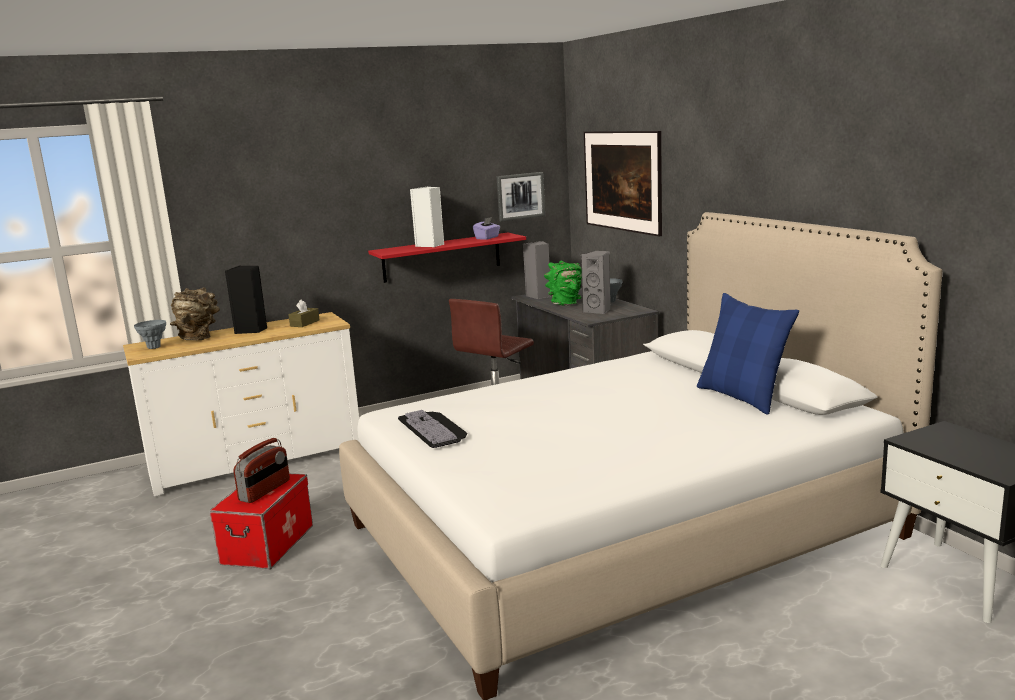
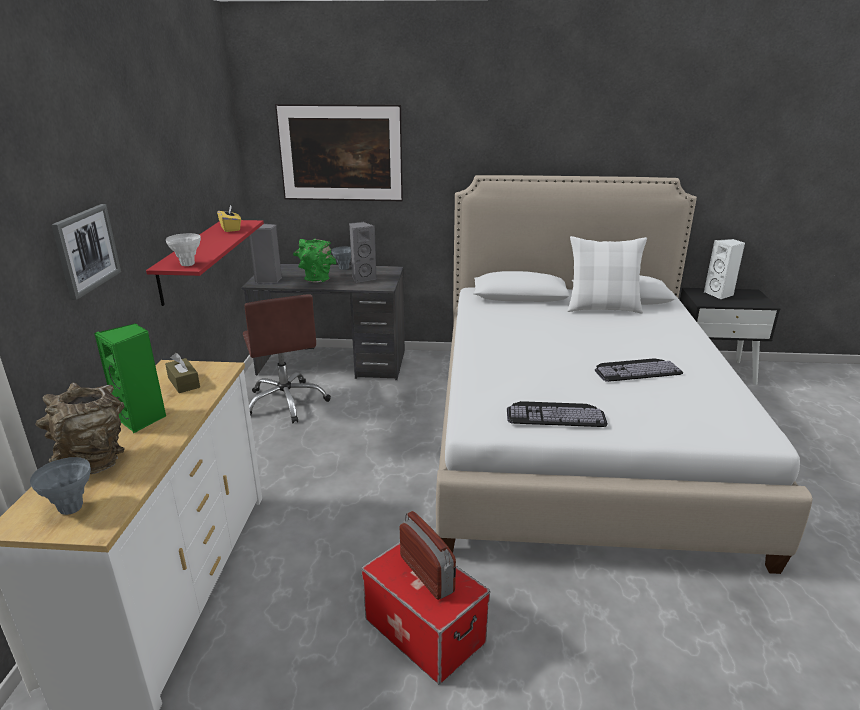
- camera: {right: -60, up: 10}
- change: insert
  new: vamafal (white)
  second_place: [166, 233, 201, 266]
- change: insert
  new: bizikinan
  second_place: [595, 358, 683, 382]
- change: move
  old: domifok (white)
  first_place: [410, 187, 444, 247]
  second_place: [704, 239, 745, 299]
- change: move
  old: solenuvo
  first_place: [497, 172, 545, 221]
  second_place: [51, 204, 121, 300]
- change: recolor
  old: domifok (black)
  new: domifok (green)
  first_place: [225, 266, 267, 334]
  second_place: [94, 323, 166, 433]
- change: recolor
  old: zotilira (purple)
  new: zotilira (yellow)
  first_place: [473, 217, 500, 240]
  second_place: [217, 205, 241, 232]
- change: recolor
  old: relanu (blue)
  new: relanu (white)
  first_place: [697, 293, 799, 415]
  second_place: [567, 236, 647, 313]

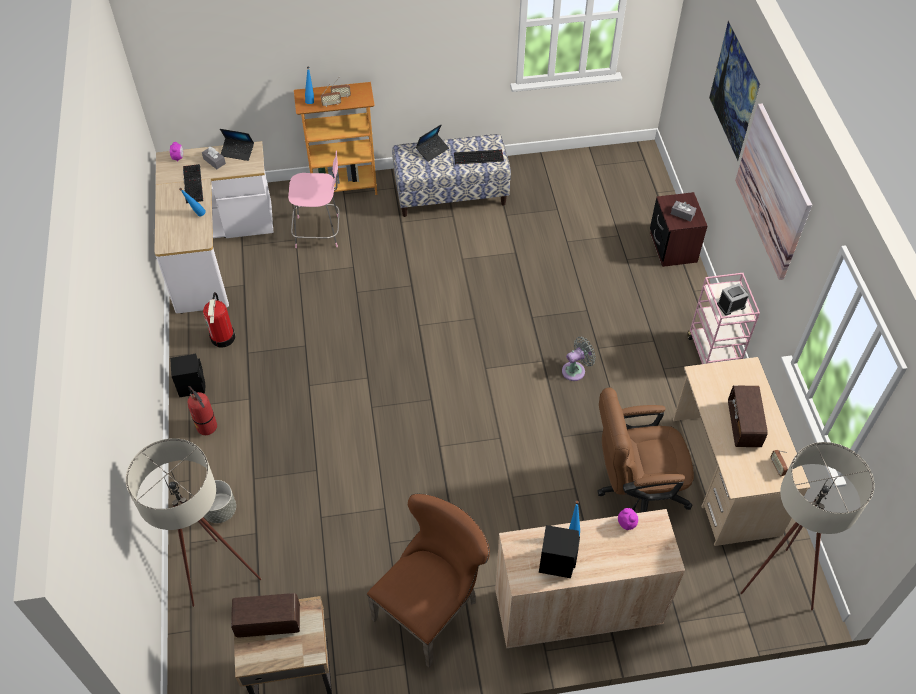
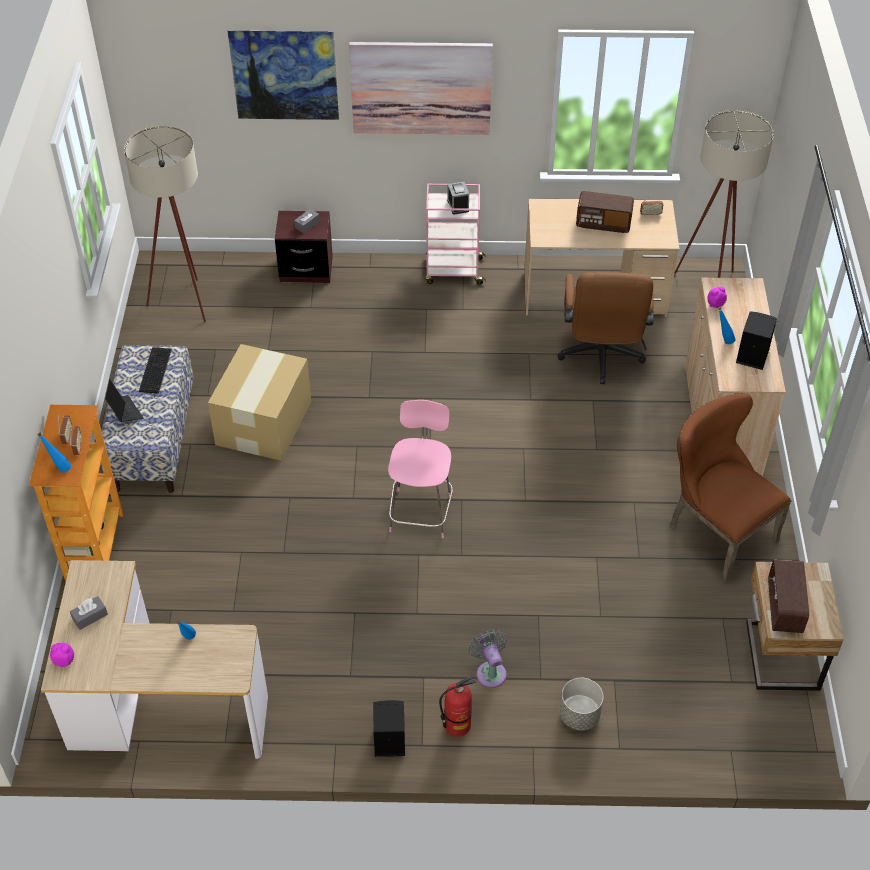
- camera: {right: -80, up: -5}
- change: delete
  old: bizikinan
  first_place: [183, 164, 203, 204]
- change: delete
  old: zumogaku
  first_place: [203, 292, 235, 348]
- change: delete
  old: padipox
  first_place: [220, 129, 254, 161]
- change: insert
  new: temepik
  second_place: [208, 344, 311, 461]
- change: move
  old: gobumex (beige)
  first_place: [126, 438, 261, 607]
  second_place: [124, 126, 206, 322]
- change: move
  old: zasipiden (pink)
  first_place: [288, 151, 340, 248]
  second_place: [388, 400, 453, 538]
- change: move
  old: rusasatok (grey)
  first_place: [562, 337, 596, 381]
  second_place: [468, 630, 508, 688]

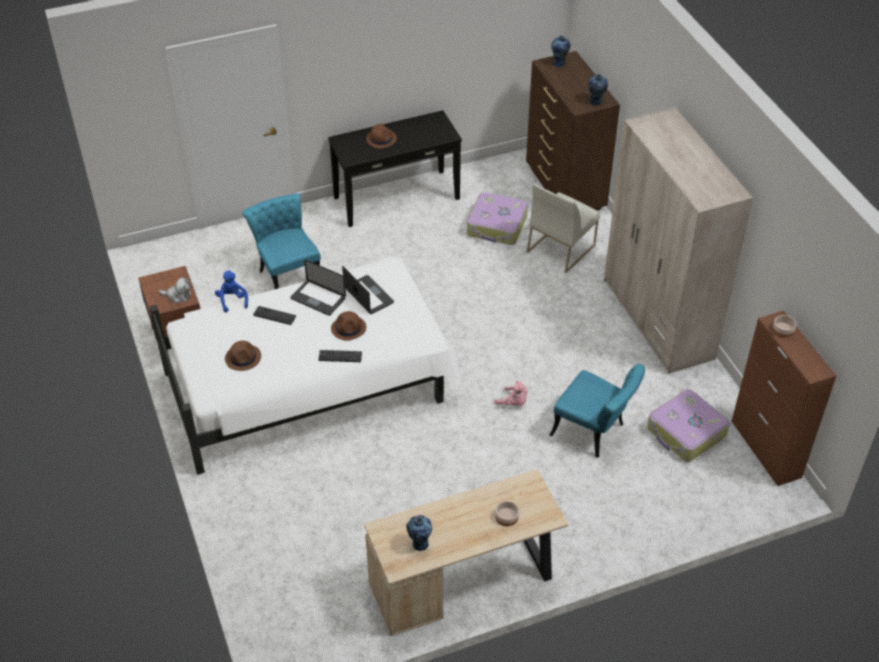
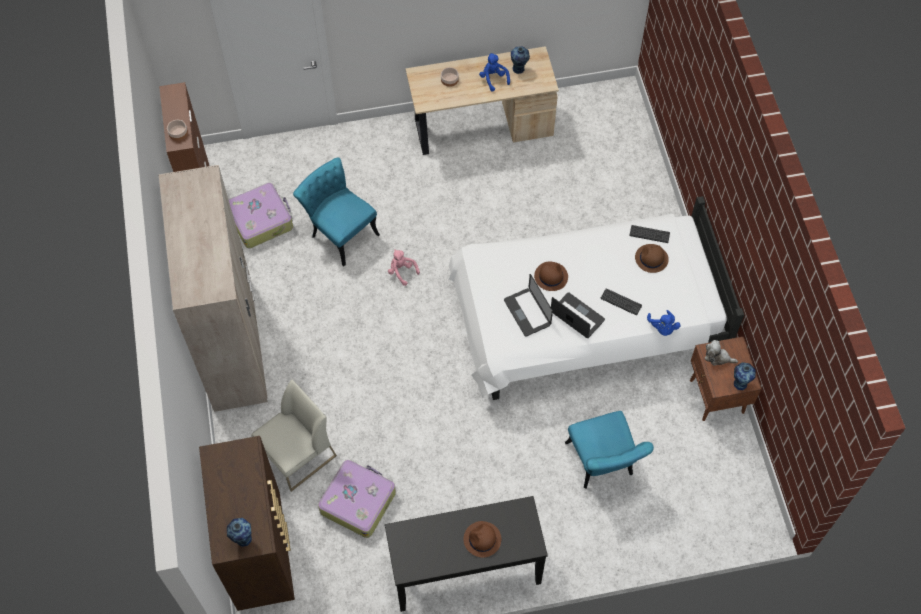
- camera: {right: -170, up: 15}
- change: insert
  new: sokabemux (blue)
  second_place: [479, 53, 510, 92]
- change: move
  old: bizikinan
  first_place: [318, 350, 362, 362]
  second_place: [629, 225, 670, 243]
- change: move
  old: vamafal
  first_place: [588, 74, 608, 106]
  second_place: [734, 362, 756, 390]

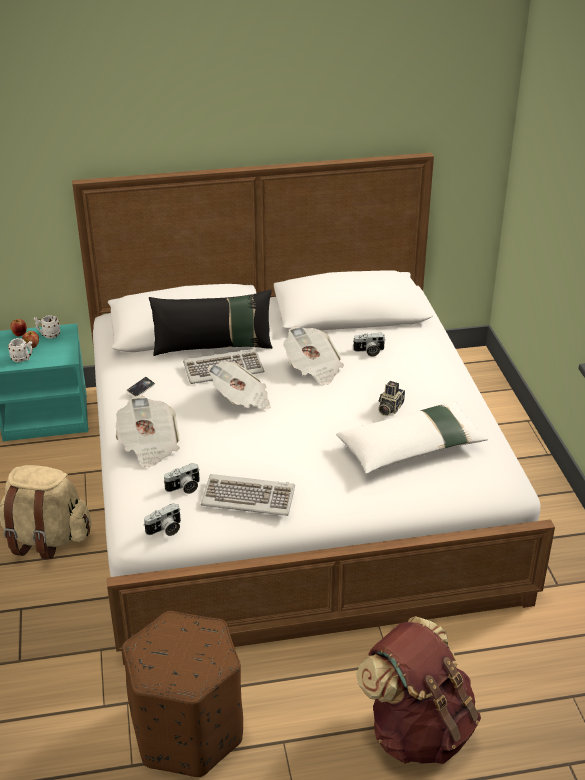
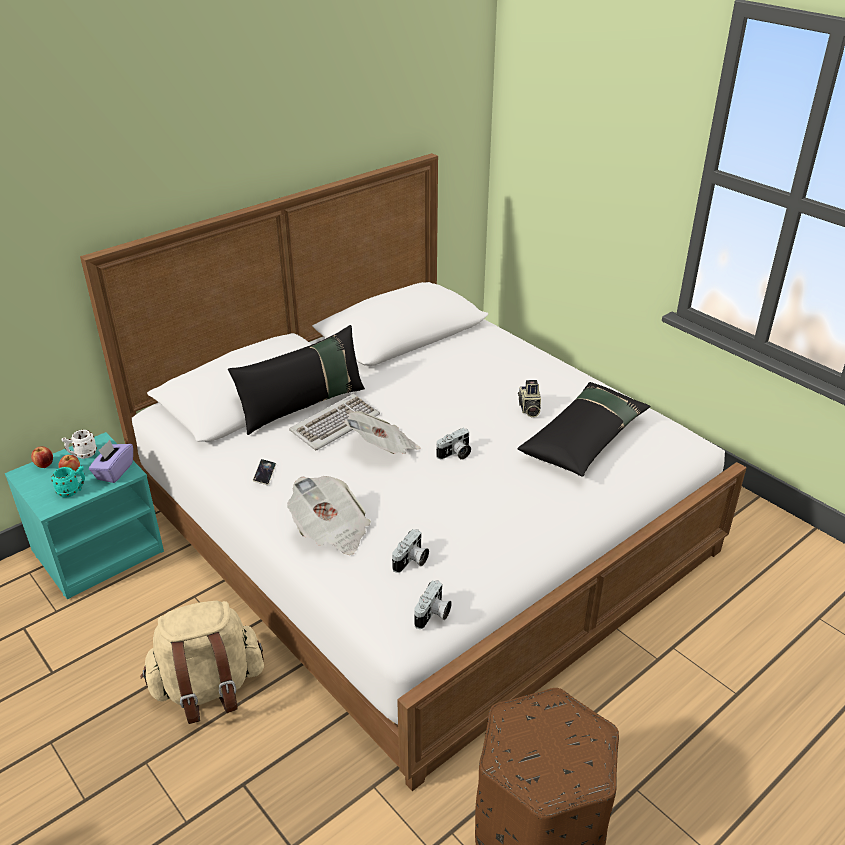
- camera: {right: -30, up: 0}
- change: delete
  old: bizikinan
  first_place: [201, 474, 295, 516]
- change: delete
  old: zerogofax
  first_place: [283, 326, 344, 385]
- change: delete
  old: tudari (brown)
  first_place: [356, 616, 481, 764]
- change: insert
  new: zotilira (purple)
  second_place: [89, 440, 133, 483]
- change: move
  old: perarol
  first_place: [352, 333, 386, 357]
  second_place: [436, 428, 471, 460]
- change: recolor
  old: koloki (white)
  new: koloki (turquoise)
  first_place: [8, 338, 33, 362]
  second_place: [52, 466, 85, 498]
- change: recolor
  old: relanu (white)
  new: relanu (black)
  first_place: [336, 402, 488, 474]
  second_place: [518, 382, 650, 477]

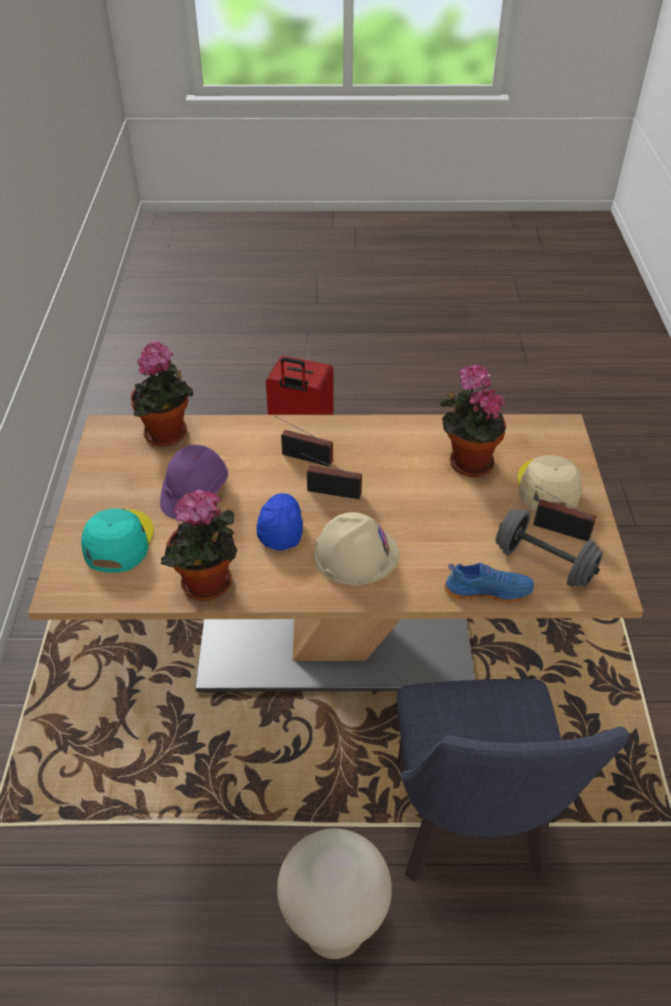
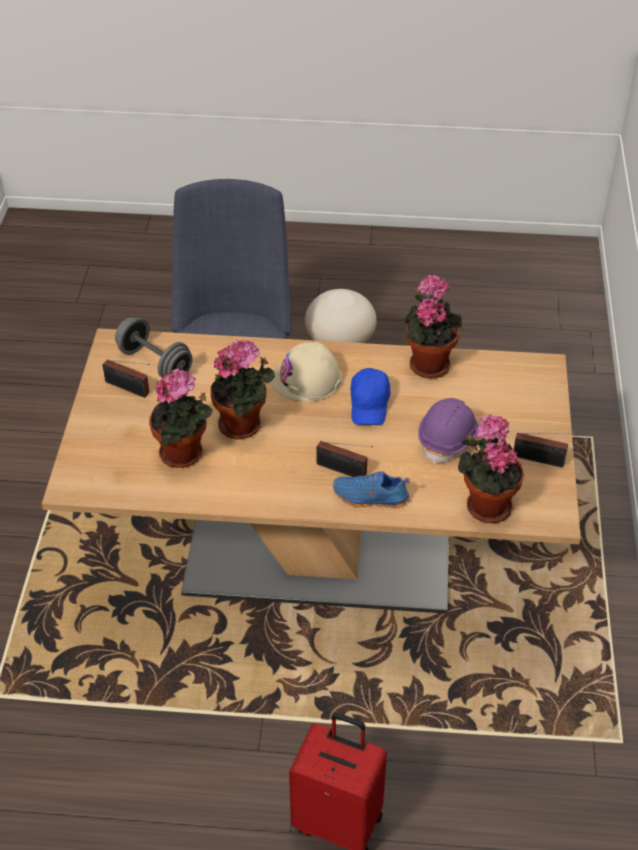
- camera: {right: -175, up: 0}
- change: delete
  old: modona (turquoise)
  first_place: [81, 508, 154, 572]
- change: delete
  old: modona (beige)
  first_place: [518, 455, 582, 511]
- change: insert
  new: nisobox
  second_place: [211, 340, 275, 440]
- change: move
  old: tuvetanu
  first_place: [300, 453, 362, 499]
  second_place: [513, 433, 577, 468]
- change: move
  old: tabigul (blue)
  first_place: [444, 563, 535, 603]
  second_place: [333, 471, 410, 508]

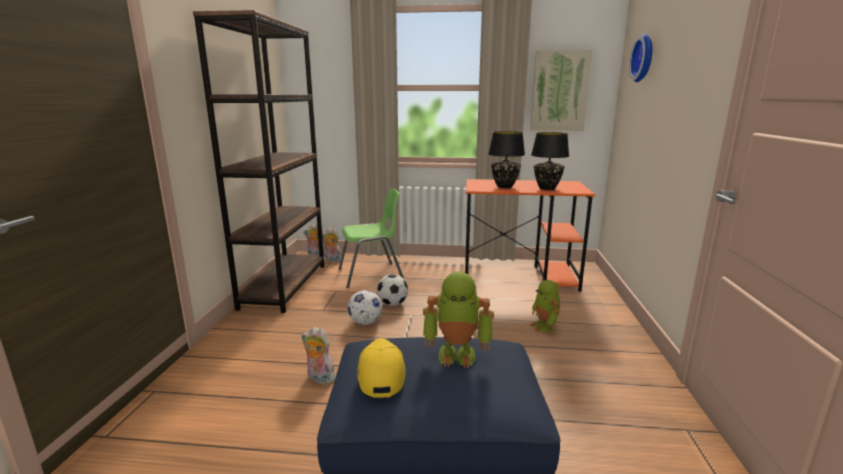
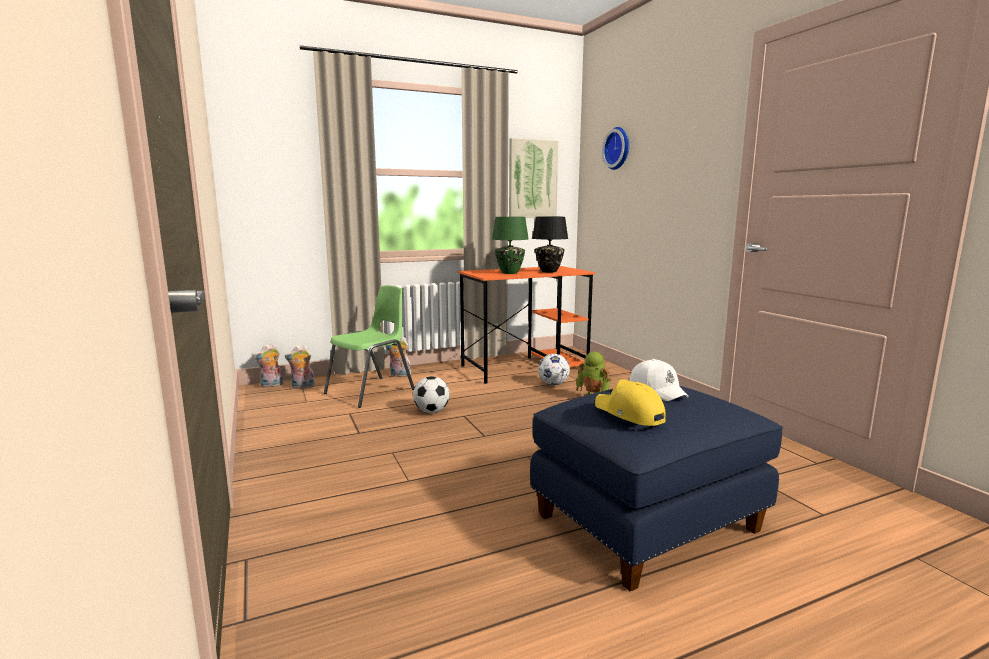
- camera: {right: -30, up: -5}
- change: delete
  old: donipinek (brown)
  first_place: [193, 10, 324, 313]
- change: move
  old: sokabemux
  first_place: [302, 327, 335, 384]
  second_place: [385, 336, 413, 377]
- change: move
  old: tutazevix
  first_place: [348, 290, 382, 325]
  second_place: [538, 354, 570, 385]
- change: replace
  old: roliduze
  new: modona (white)
  first_place: [423, 271, 494, 368]
  second_place: [629, 359, 689, 401]
- change: recolor
  old: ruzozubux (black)
  new: ruzozubux (green)
  first_place: [488, 131, 525, 188]
  second_place: [492, 217, 529, 274]

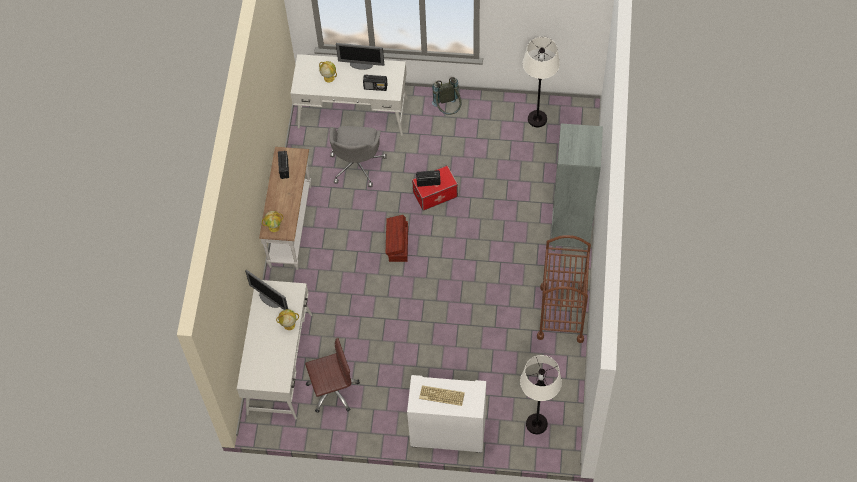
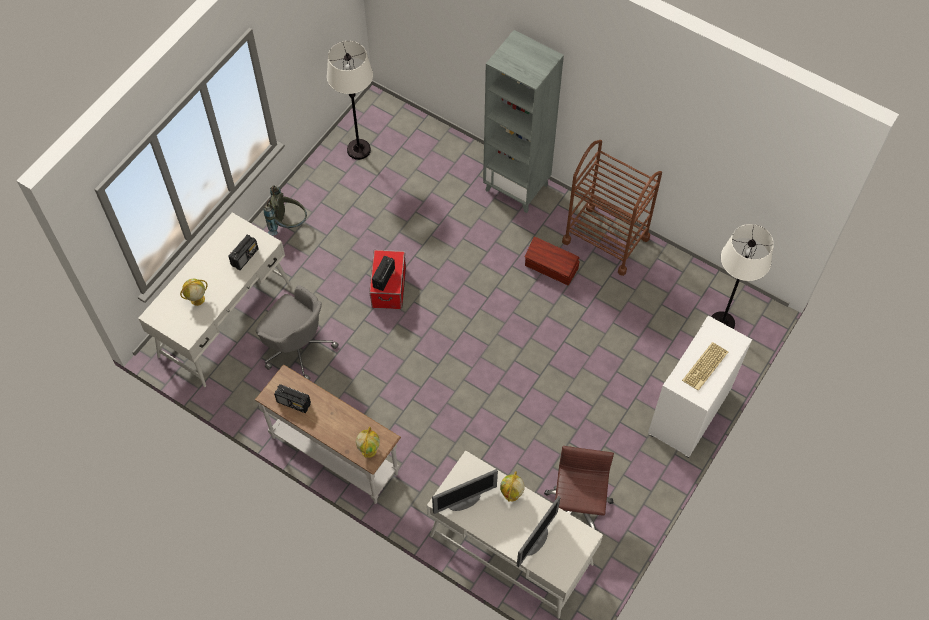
- camera: {right: -65, up: 0}
- change: move
  old: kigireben
  first_place: [336, 43, 384, 70]
  second_place: [517, 496, 561, 567]
- change: move
  old: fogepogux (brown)
  first_place: [386, 215, 408, 262]
  second_place: [525, 236, 580, 285]

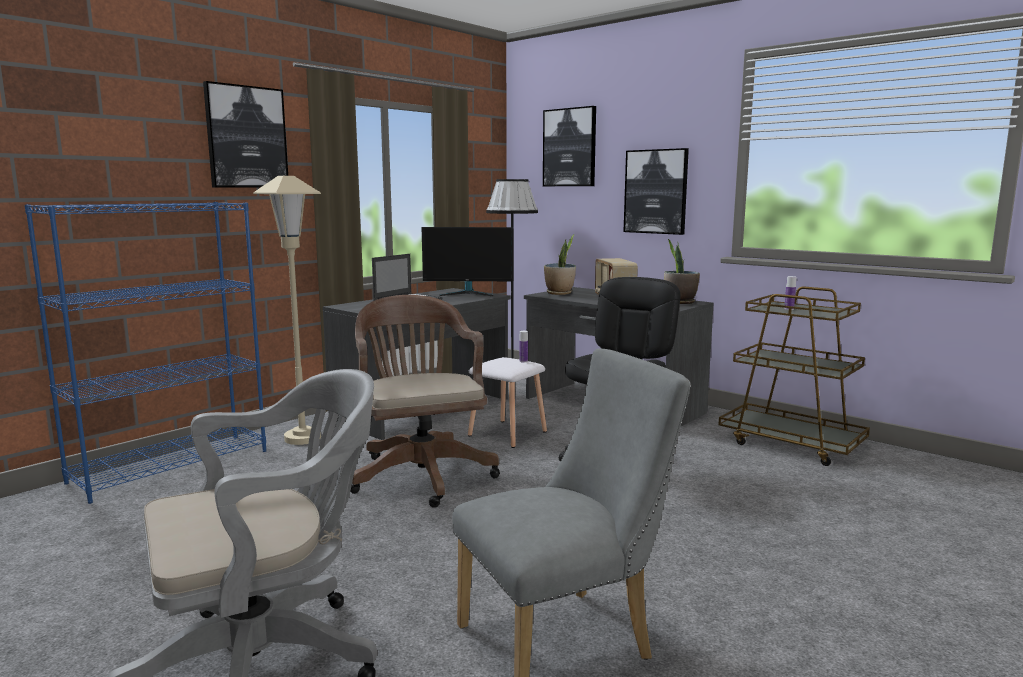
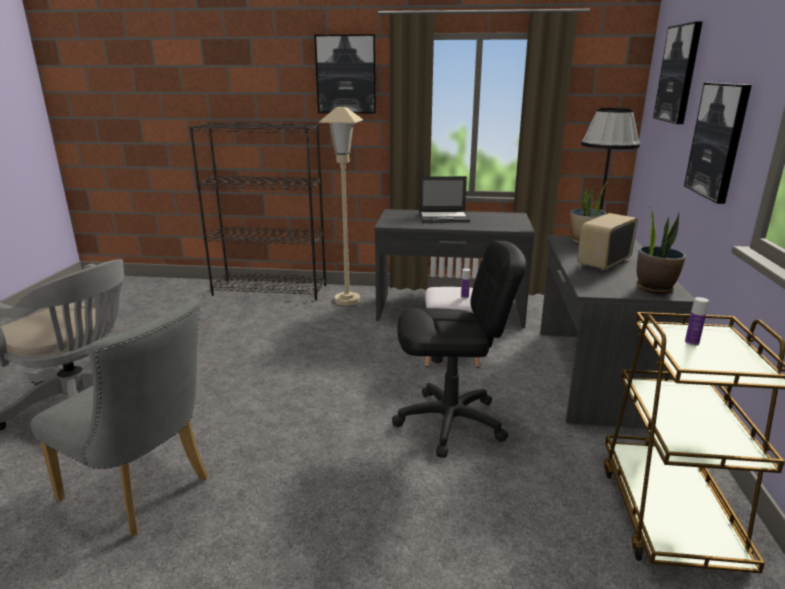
- camera: {right: 55, up: 10}
- change: delete
  old: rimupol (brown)
  first_place: [350, 295, 500, 508]
- change: delete
  old: kigireben
  first_place: [421, 227, 513, 296]
- change: recolor
  old: donipinek (blue)
  new: donipinek (black)
  first_place: [25, 202, 266, 504]
  second_place: [189, 122, 326, 301]

